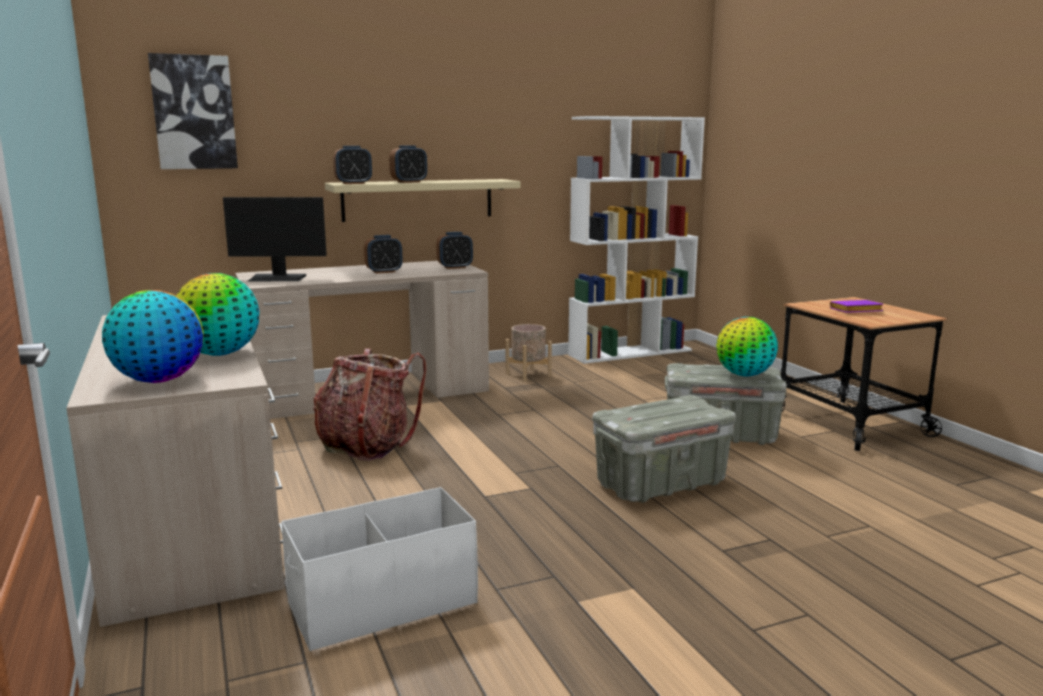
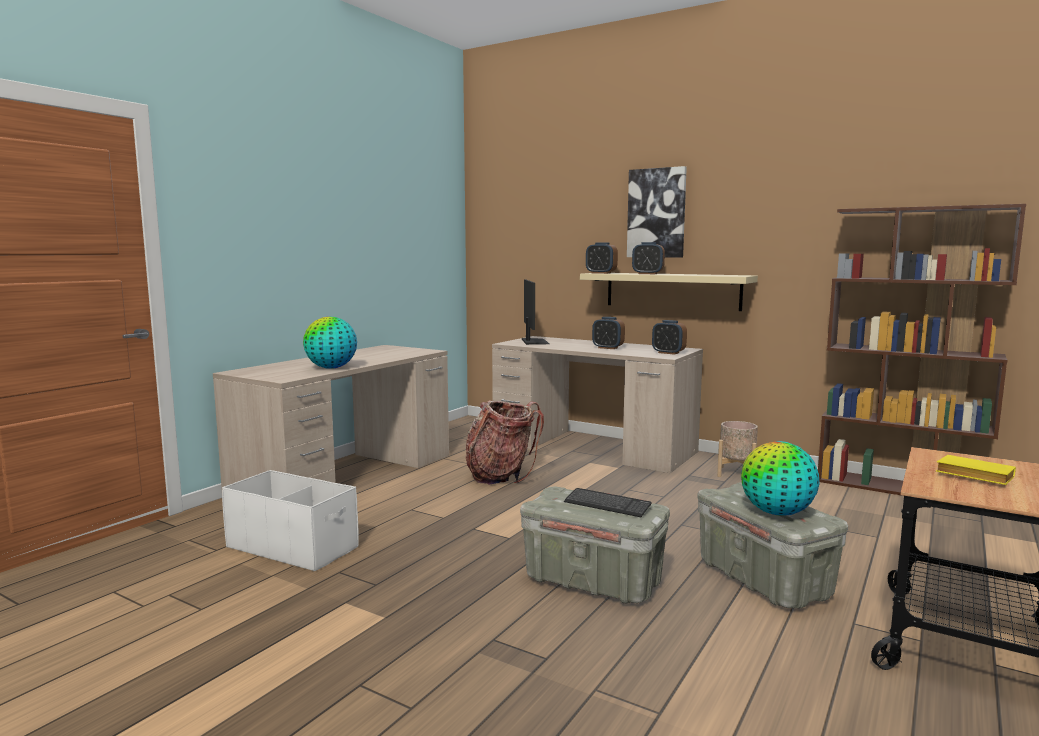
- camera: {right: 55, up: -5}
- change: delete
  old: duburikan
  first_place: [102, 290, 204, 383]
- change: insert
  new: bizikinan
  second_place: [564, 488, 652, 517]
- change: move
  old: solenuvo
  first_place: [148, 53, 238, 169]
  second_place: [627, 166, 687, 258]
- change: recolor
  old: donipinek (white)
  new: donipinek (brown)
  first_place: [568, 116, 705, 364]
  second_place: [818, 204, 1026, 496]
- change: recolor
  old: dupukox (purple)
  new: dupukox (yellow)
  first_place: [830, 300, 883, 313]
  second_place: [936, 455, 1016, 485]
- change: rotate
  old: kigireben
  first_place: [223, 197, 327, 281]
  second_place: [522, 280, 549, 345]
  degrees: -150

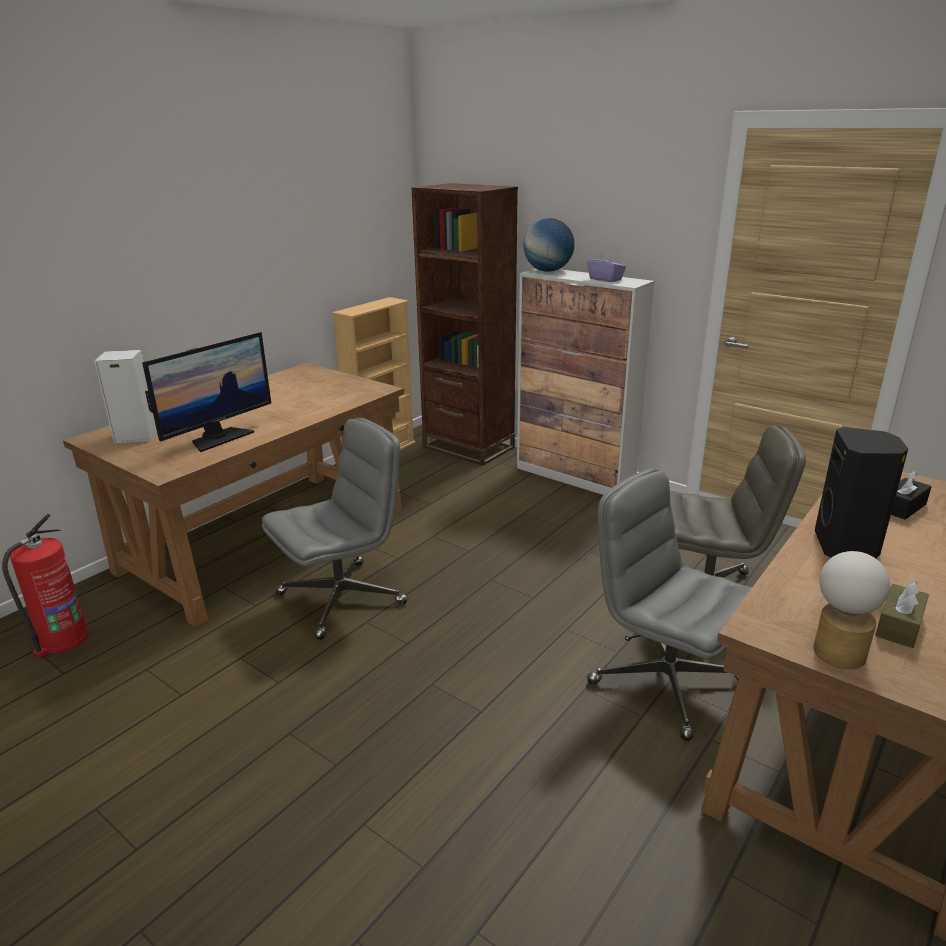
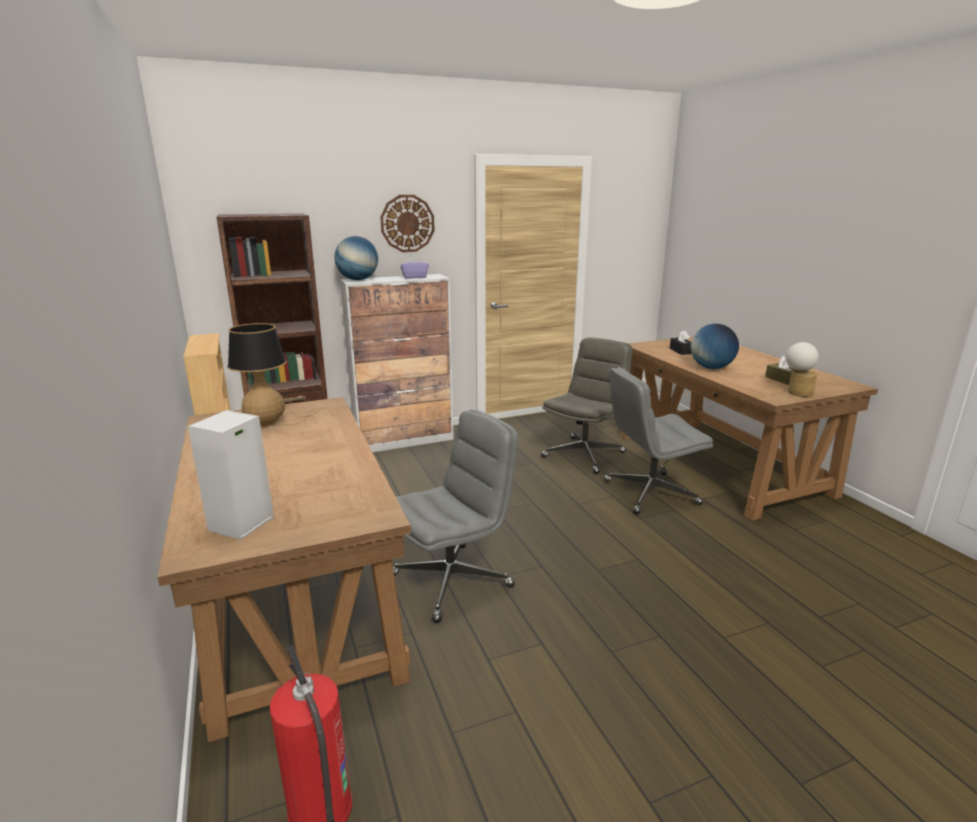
- camera: {right: -60, up: -5}
- change: delete
  old: kigireben
  first_place: [142, 332, 271, 452]
- change: insert
  new: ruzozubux
  second_place: [227, 323, 315, 426]
- change: insert
  new: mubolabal
  second_place: [380, 195, 435, 252]
- change: replace
  old: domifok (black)
  new: duburikan
  first_place: [815, 427, 908, 558]
  second_place: [691, 323, 739, 369]
- change: rotate
  old: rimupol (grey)
  first_place: [262, 418, 407, 640]
  second_place: [393, 410, 518, 623]
  degrees: 60

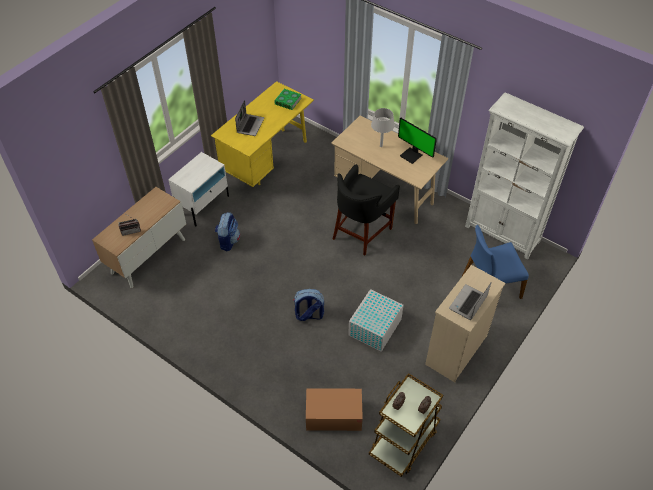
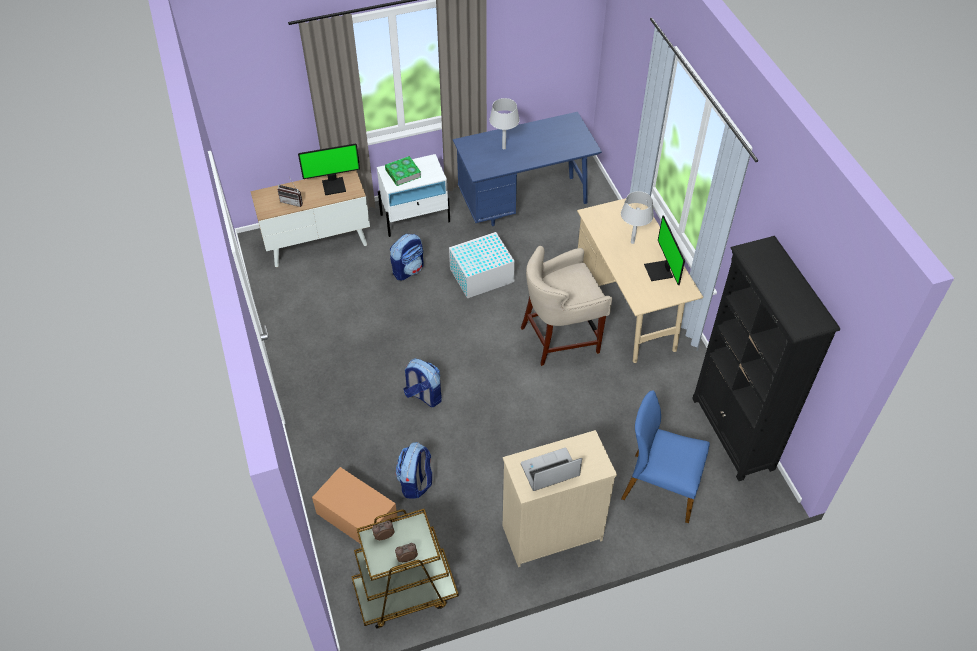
- camera: {right: 35, up: 0}
- change: insert
  new: kigireben
  second_place: [298, 143, 360, 195]
- change: insert
  new: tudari
  second_place: [396, 442, 432, 498]
- change: move
  old: dupukox
  first_place: [274, 89, 301, 110]
  second_place: [385, 156, 421, 186]
- change: move
  old: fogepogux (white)
  first_place: [348, 289, 404, 352]
  second_place: [449, 232, 515, 298]
- change: replace
  old: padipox
  new: ruzozubux (grey)
  first_place: [235, 100, 264, 136]
  second_place: [489, 98, 520, 149]
- change: recolor
  old: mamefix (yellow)
  new: mamefix (blue)
  first_place: [211, 81, 314, 187]
  second_place: [453, 112, 602, 226]
- change: recolor
  old: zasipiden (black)
  new: zasipiden (beige)
  first_place: [333, 165, 400, 256]
  second_place: [521, 246, 612, 366]
- change: recolor
  old: donipinek (white)
  new: donipinek (black)
  first_place: [465, 92, 584, 259]
  second_place: [692, 236, 840, 481]

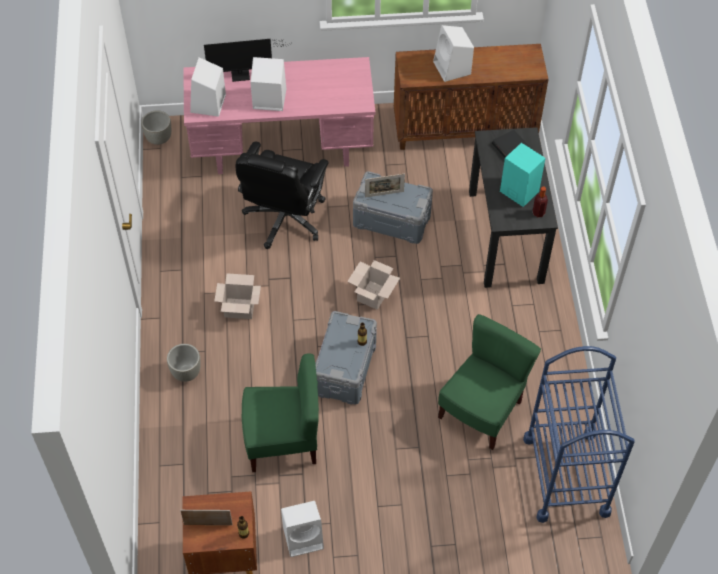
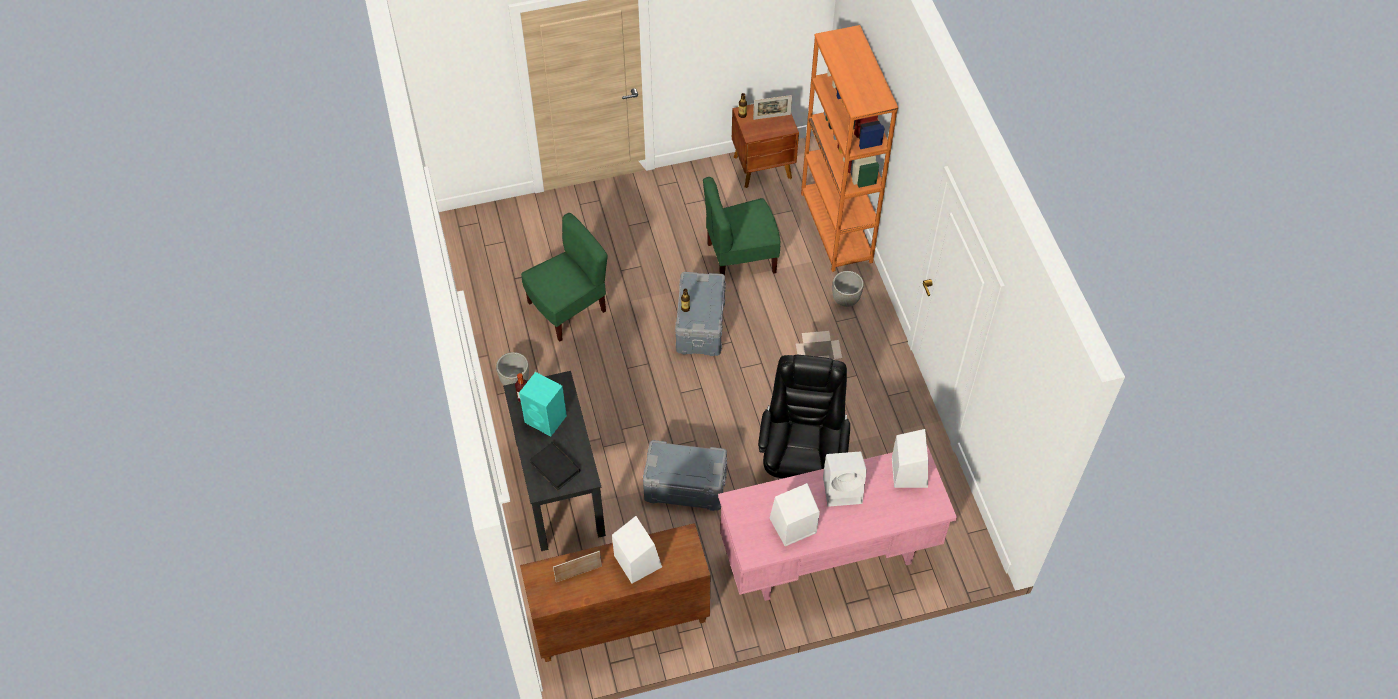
- camera: {right: 170, up: 0}
- change: delete
  old: kigireben
  first_place: [204, 39, 289, 82]
- change: delete
  old: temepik
  first_place: [347, 260, 400, 310]
- change: delete
  old: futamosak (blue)
  first_place: [523, 346, 635, 523]
- change: insert
  new: donipinek (orange)
  second_place: [801, 25, 898, 272]
- change: move
  old: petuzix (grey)
  first_place: [141, 110, 171, 145]
  second_place: [496, 352, 529, 385]
- change: move
  old: domifok (white)
  first_place: [281, 501, 324, 557]
  second_place: [769, 483, 820, 546]
- change: move
  old: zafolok
  first_place: [365, 173, 405, 197]
  second_place: [553, 551, 602, 582]
- change: rotate
  old: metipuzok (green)
  first_place: [438, 314, 541, 450]
  second_place: [521, 213, 607, 342]
  degrees: -150

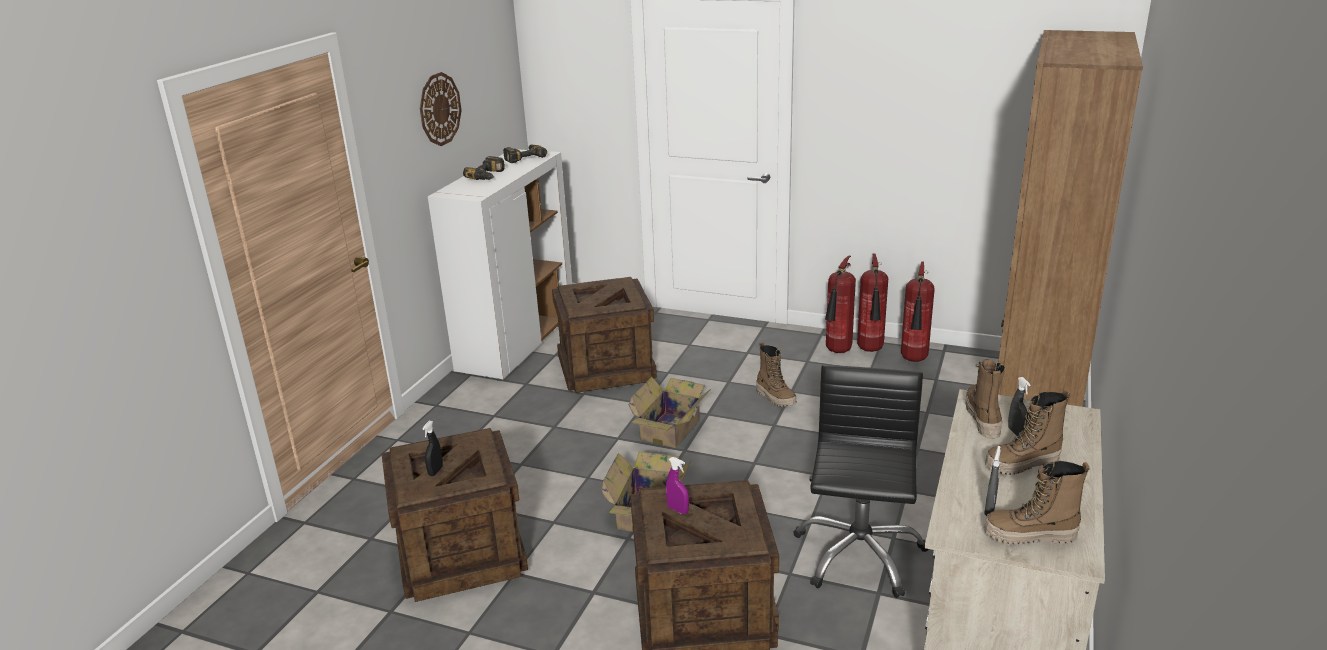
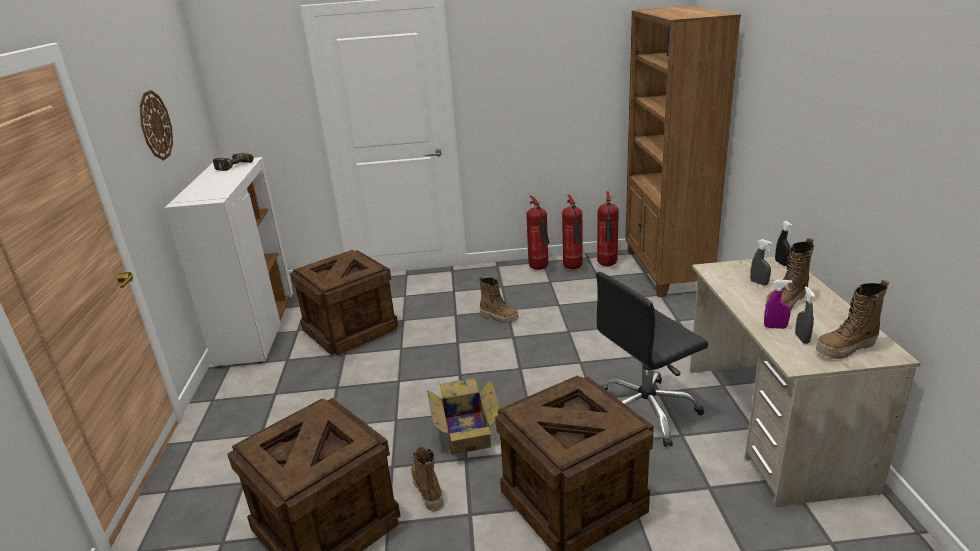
- camera: {right: -25, up: 0}
- change: delete
  old: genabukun
  first_place: [463, 156, 505, 180]
- change: delete
  old: temepik
  first_place: [628, 376, 711, 448]
- change: move
  old: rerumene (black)
  first_place: [422, 421, 443, 476]
  second_place: [775, 221, 793, 266]
- change: move
  old: rerumene (purple)
  first_place: [666, 457, 689, 514]
  second_place: [764, 280, 792, 329]
- change: move
  old: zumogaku
  first_place: [825, 256, 856, 353]
  second_place: [597, 191, 619, 266]
- change: move
  old: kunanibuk
  first_place: [966, 359, 1005, 438]
  second_place: [411, 447, 443, 512]
- change: rotate
  old: rimupol (black)
  first_place: [793, 365, 929, 598]
  second_place: [596, 272, 708, 447]
  degrees: -105

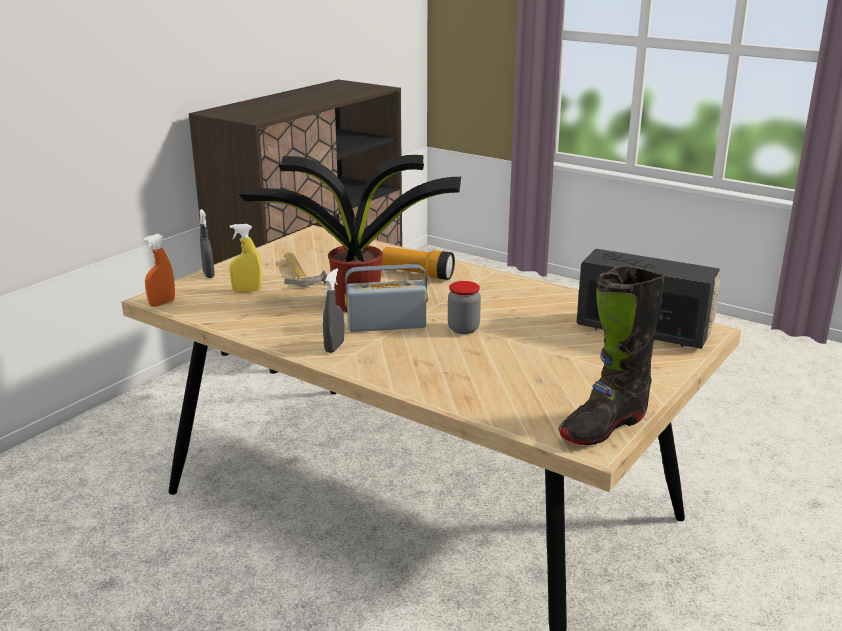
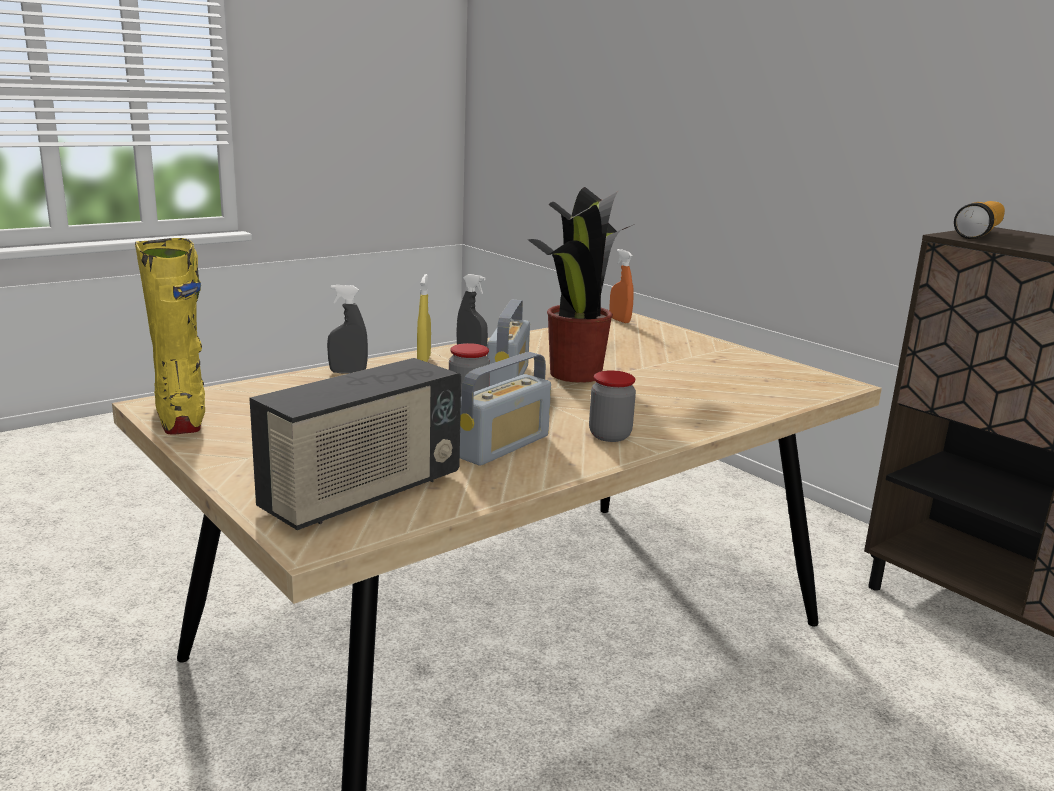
- camera: {right: 105, up: -5}
- change: delete
  old: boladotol
  first_place: [284, 252, 328, 286]
- change: insert
  new: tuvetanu
  second_place: [460, 352, 551, 466]
- change: insert
  new: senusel
  second_place: [589, 370, 636, 442]
- change: move
  old: rerumene (grey)
  first_place: [199, 209, 215, 278]
  second_place: [327, 285, 368, 374]
- change: move
  old: rerumene (yellow)
  first_place: [229, 224, 262, 292]
  second_place: [417, 274, 431, 362]
- change: move
  old: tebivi
  first_place: [382, 247, 455, 280]
  second_place: [954, 201, 1005, 239]
- change: recolor
  old: kunanibuk (black)
  new: kunanibuk (yellow)
  first_place: [559, 265, 664, 445]
  second_place: [135, 238, 205, 435]

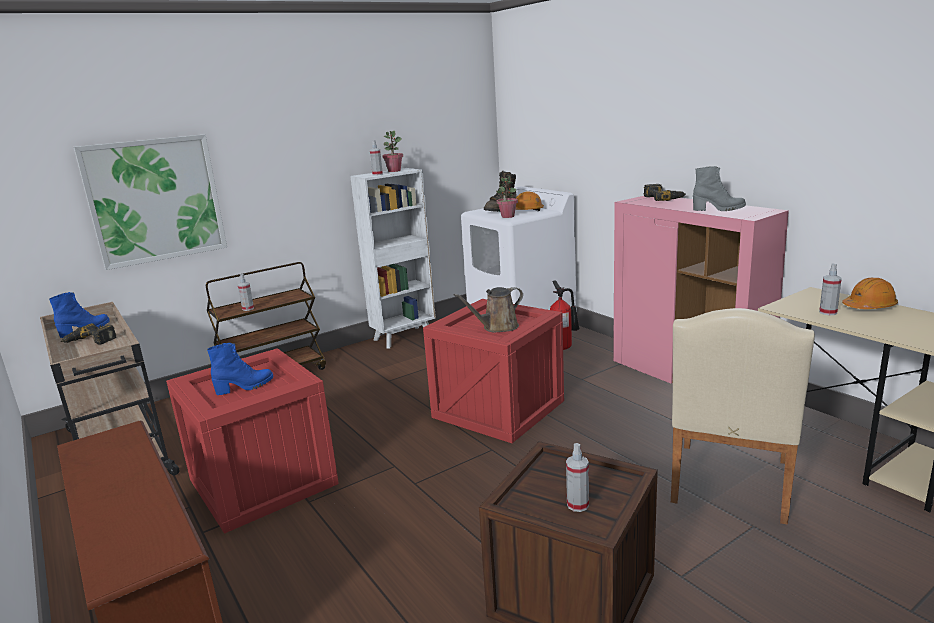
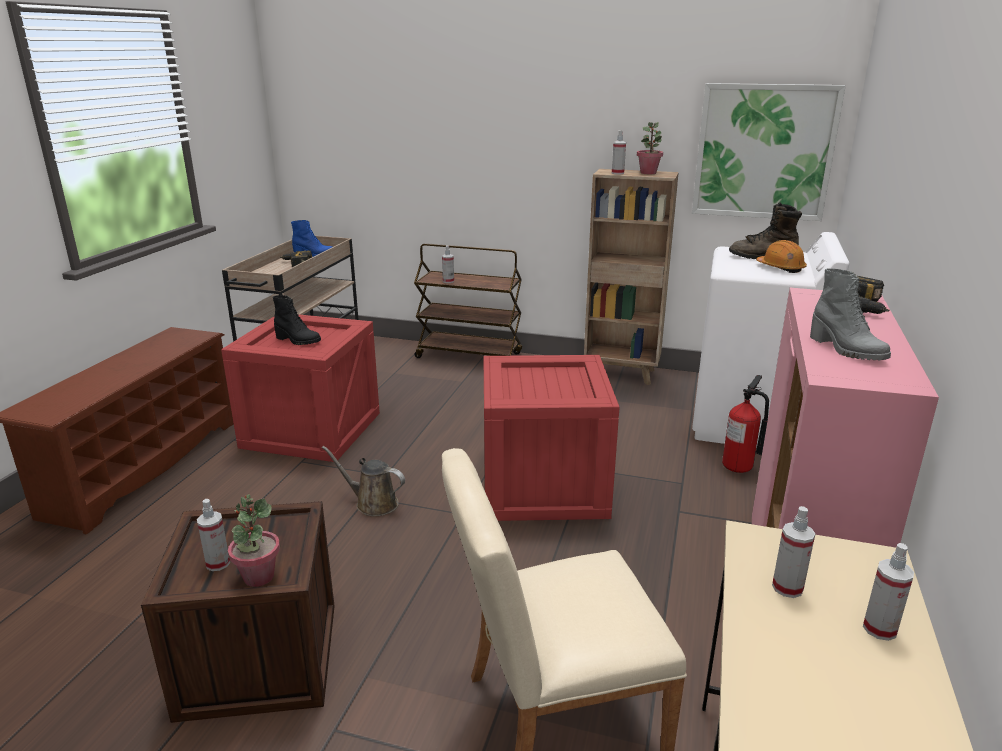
- camera: {right: 50, up: 5}
- change: move
  old: solenuvo
  first_place: [74, 134, 227, 270]
  second_place: [692, 83, 846, 221]
- change: move
  old: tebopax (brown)
  first_place: [453, 287, 523, 333]
  second_place: [322, 446, 405, 516]
- change: move
  old: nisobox
  first_place: [496, 176, 518, 218]
  second_place: [228, 494, 280, 587]
- change: replace
  old: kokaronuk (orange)
  new: rerumene
  first_place: [842, 278, 898, 309]
  second_place: [863, 543, 914, 641]
- change: recolor
  old: kunanibuk (blue)
  new: kunanibuk (black)
  first_place: [207, 343, 273, 395]
  second_place: [273, 295, 321, 345]
- change: recolor
  old: donipinek (white)
  new: donipinek (brown)
  first_place: [350, 168, 436, 349]
  second_place: [584, 169, 679, 385]

